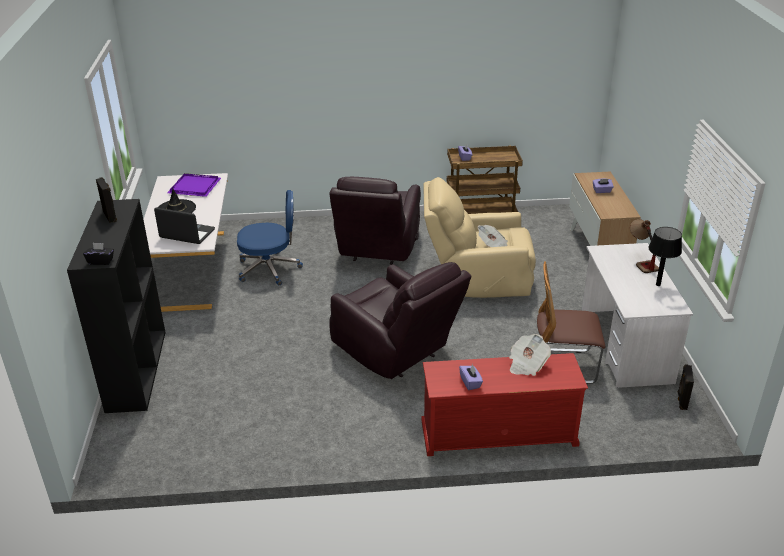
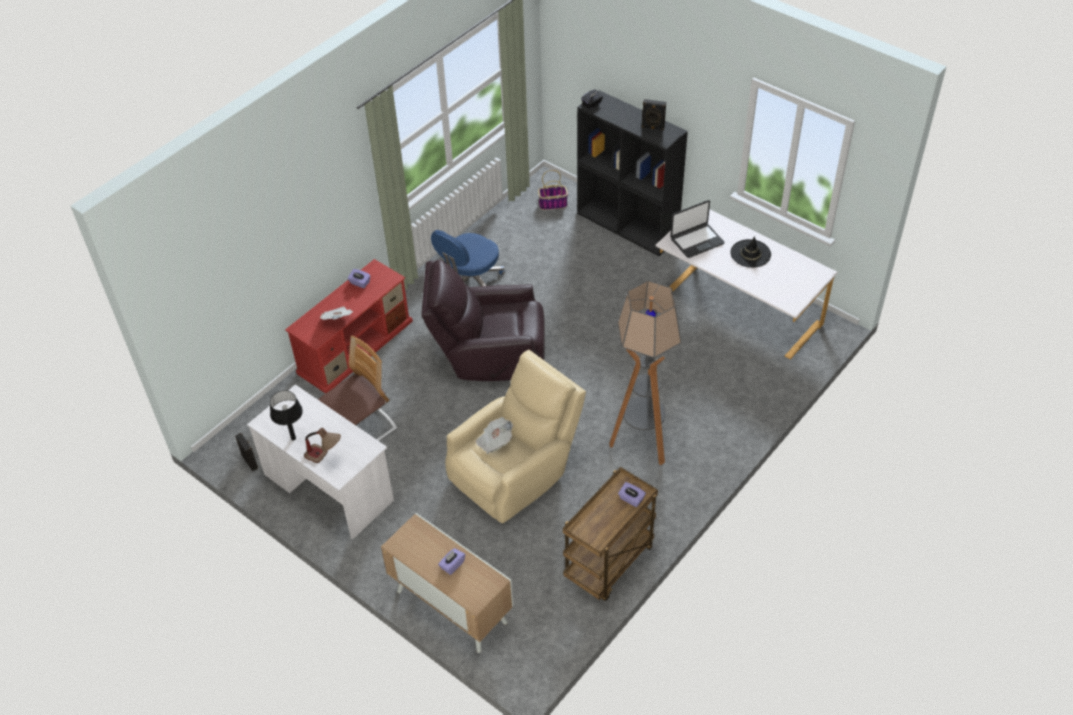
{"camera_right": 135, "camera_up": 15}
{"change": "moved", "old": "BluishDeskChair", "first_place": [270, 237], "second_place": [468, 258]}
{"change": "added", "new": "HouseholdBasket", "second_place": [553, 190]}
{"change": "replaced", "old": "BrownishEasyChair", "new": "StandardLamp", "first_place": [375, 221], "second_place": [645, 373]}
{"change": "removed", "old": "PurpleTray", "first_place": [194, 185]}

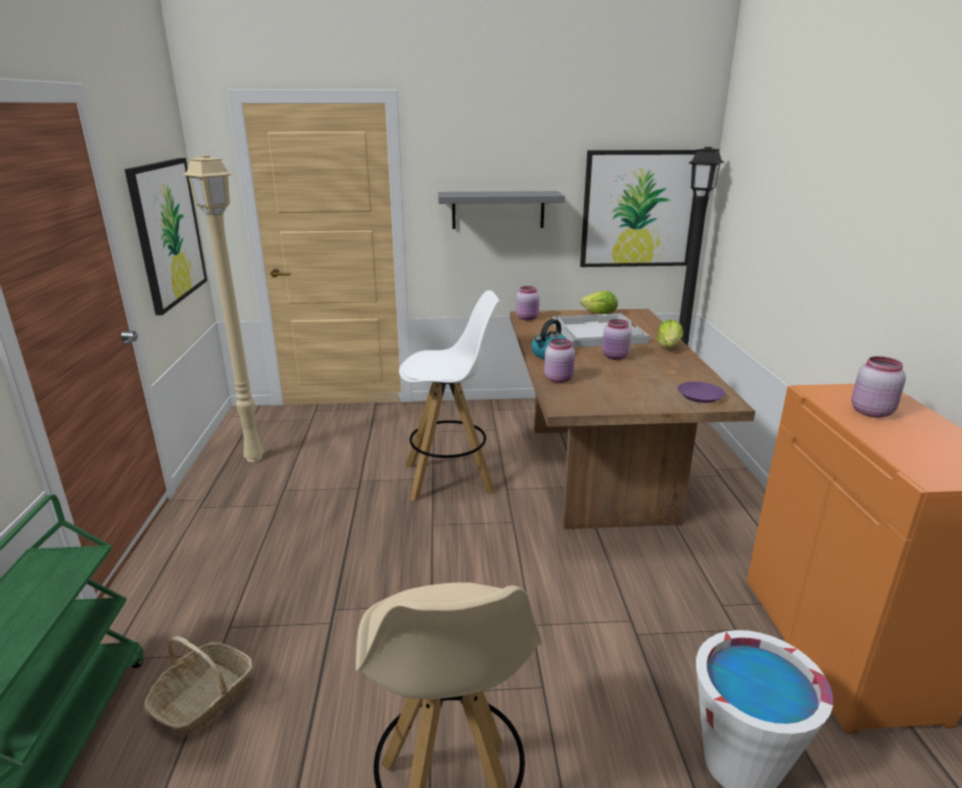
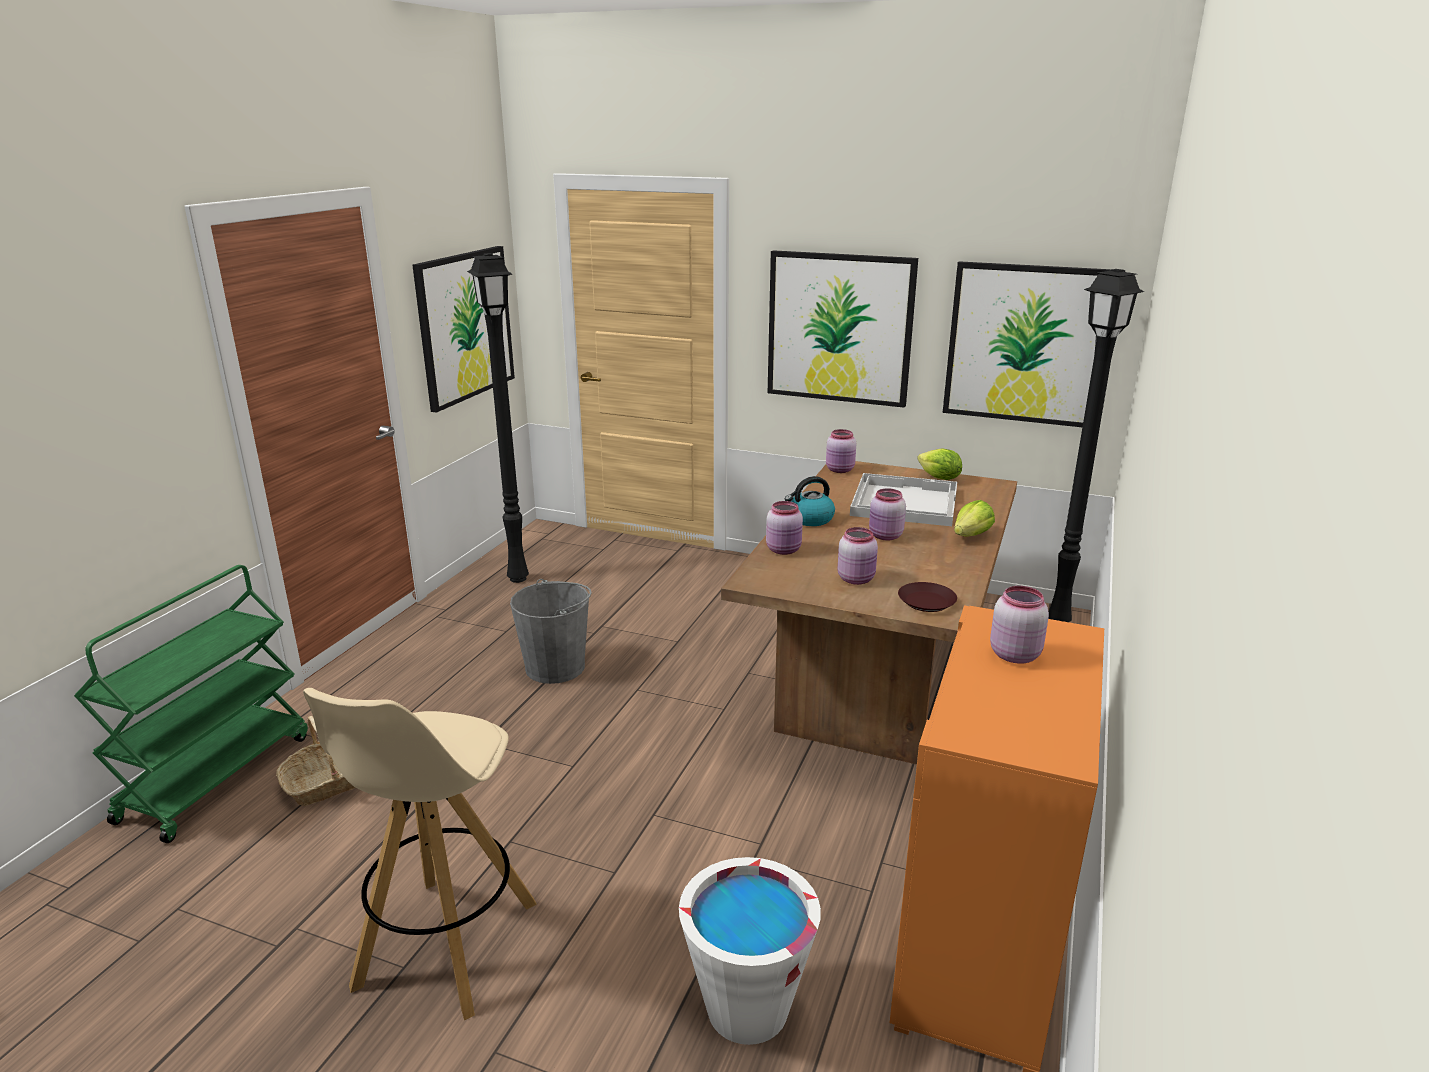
{"camera_right": 25, "camera_up": 0}
{"change": "recoloured", "old": "BeigeColouredStandardLamp", "new": "BlackStandardLamp", "first_place": [223, 308], "second_place": [498, 418]}
{"change": "added", "new": "GrayWaterBucket", "second_place": [551, 631]}
{"change": "replaced", "old": "GrayShelf", "new": "Picture", "first_place": [501, 210], "second_place": [843, 329]}
{"change": "added", "new": "PinkPreserveJar", "second_place": [858, 556]}
{"change": "recoloured", "old": "PurpleDinnerPlate", "new": "BrownishDinnerPlate", "first_place": [701, 392], "second_place": [927, 597]}
{"change": "removed", "old": "WhiteColouredSittingStool", "first_place": [449, 395]}

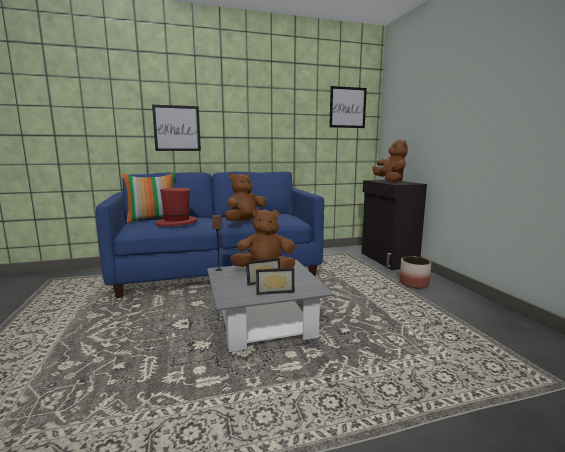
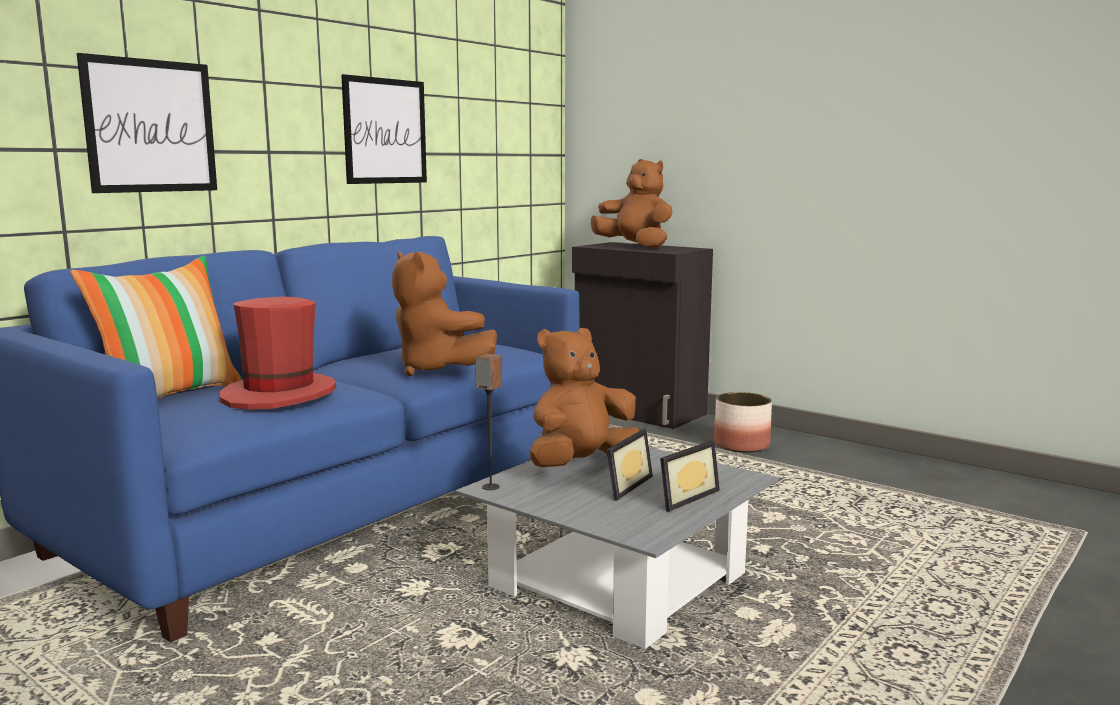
{"camera_right": -35, "camera_up": 0}
{"change": "moved", "old": "Picture", "first_place": [348, 107], "second_place": [384, 129]}
{"change": "turned", "old": "BrownishPlushToy", "first_place": [245, 197], "second_place": [444, 313], "degrees": -60}

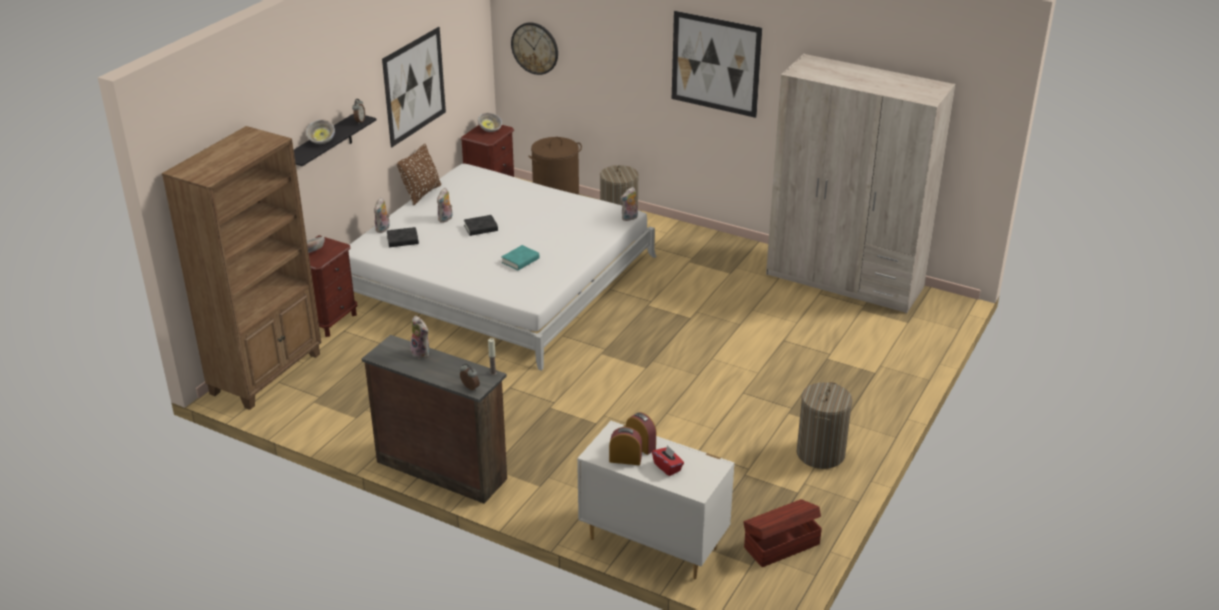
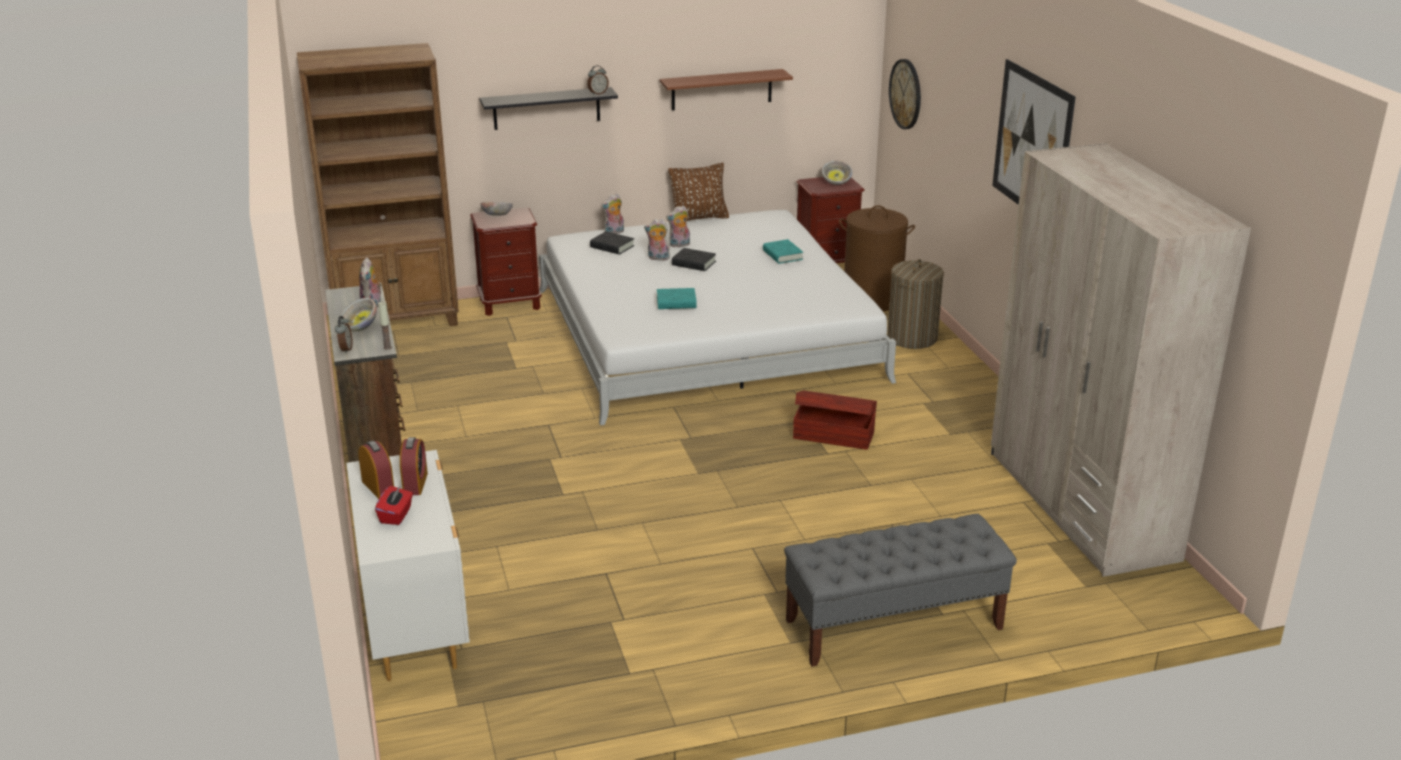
{"camera_right": 45, "camera_up": -5}
{"change": "moved", "old": "Bowl", "first_place": [320, 131], "second_place": [358, 314]}
{"change": "moved", "old": "PlushToy", "first_place": [629, 204], "second_place": [657, 240]}
{"change": "replaced", "old": "Picture", "new": "BrownishShelf", "first_place": [414, 87], "second_place": [726, 89]}
{"change": "added", "new": "BlueGreenBook", "second_place": [783, 251]}
{"change": "added", "new": "GrayBench", "second_place": [900, 590]}
{"change": "moved", "old": "BrownishStorageBox", "first_place": [782, 533], "second_place": [835, 420]}
{"change": "removed", "old": "Hamper", "first_place": [824, 425]}

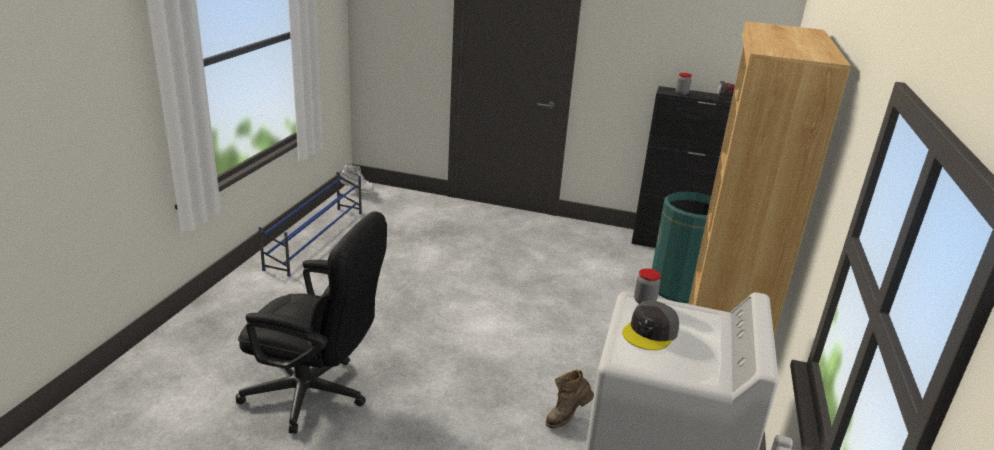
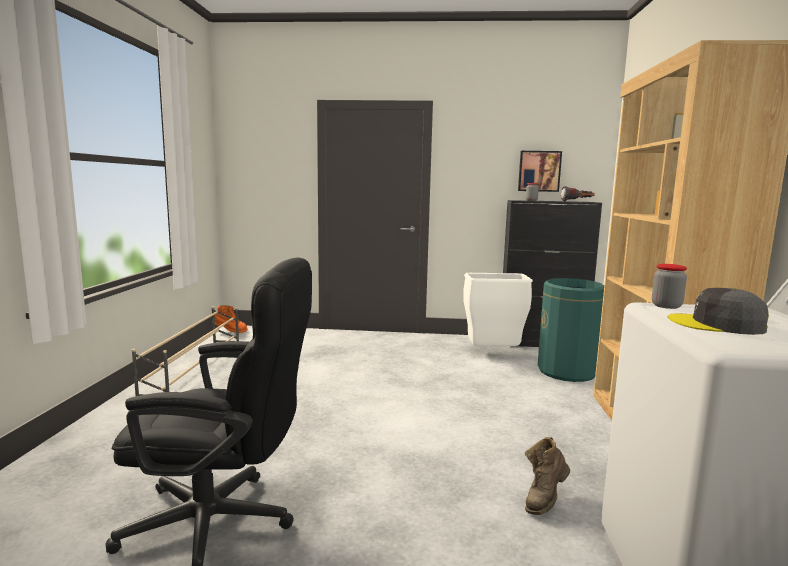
{"camera_right": -10, "camera_up": -15}
{"change": "recoloured", "old": "BluishShoeRack", "new": "BeigeColouredShoeRack", "first_place": [310, 224], "second_place": [185, 351]}
{"change": "recoloured", "old": "WhiteColouredHighTopBoot", "new": "OrangeHighTopBoot", "first_place": [357, 179], "second_place": [231, 319]}
{"change": "added", "new": "WhiteColouredTrashCan", "second_place": [498, 309]}
{"change": "added", "new": "Picture", "second_place": [540, 171]}
{"change": "turned", "old": "GrayBaseballCap", "first_place": [650, 325], "second_place": [718, 311], "degrees": 90}

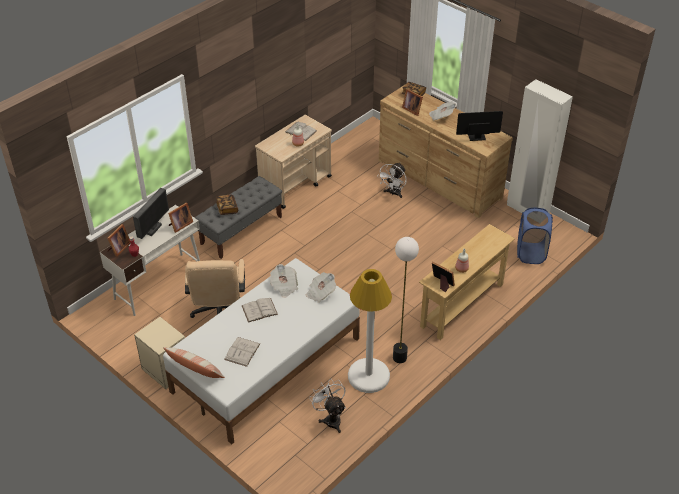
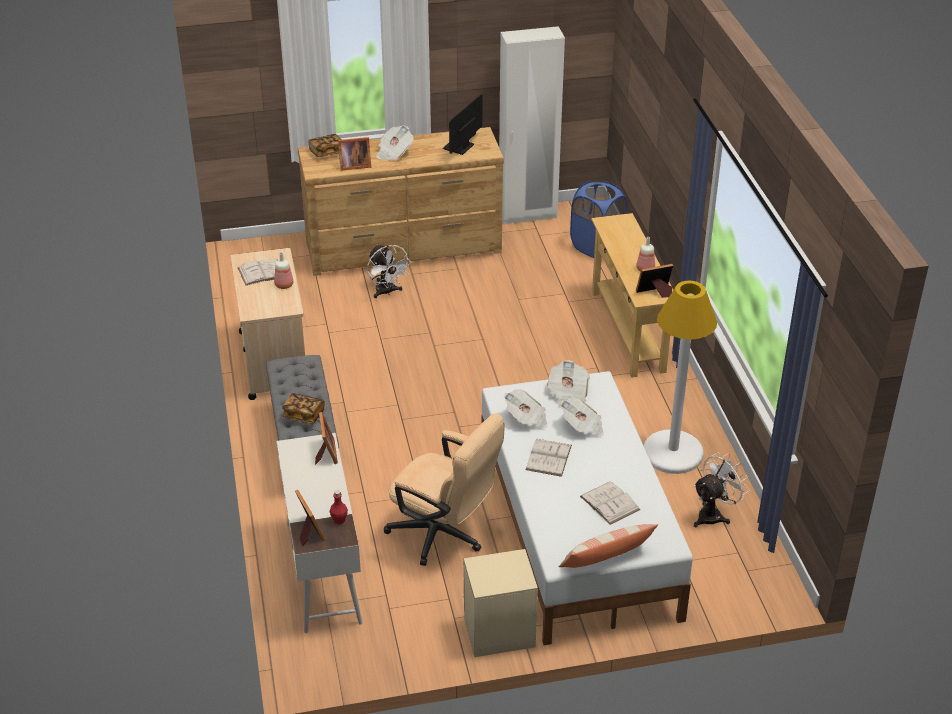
{"camera_right": -55, "camera_up": -5}
{"change": "added", "new": "DailyPaper", "second_place": [582, 416]}
{"change": "turned", "old": "WhiteColouredFan", "first_place": [327, 406], "second_place": [721, 490], "degrees": 135}
{"change": "removed", "old": "ComputerDisplay", "first_place": [151, 213]}
{"change": "removed", "old": "StandardLamp", "first_place": [406, 300]}

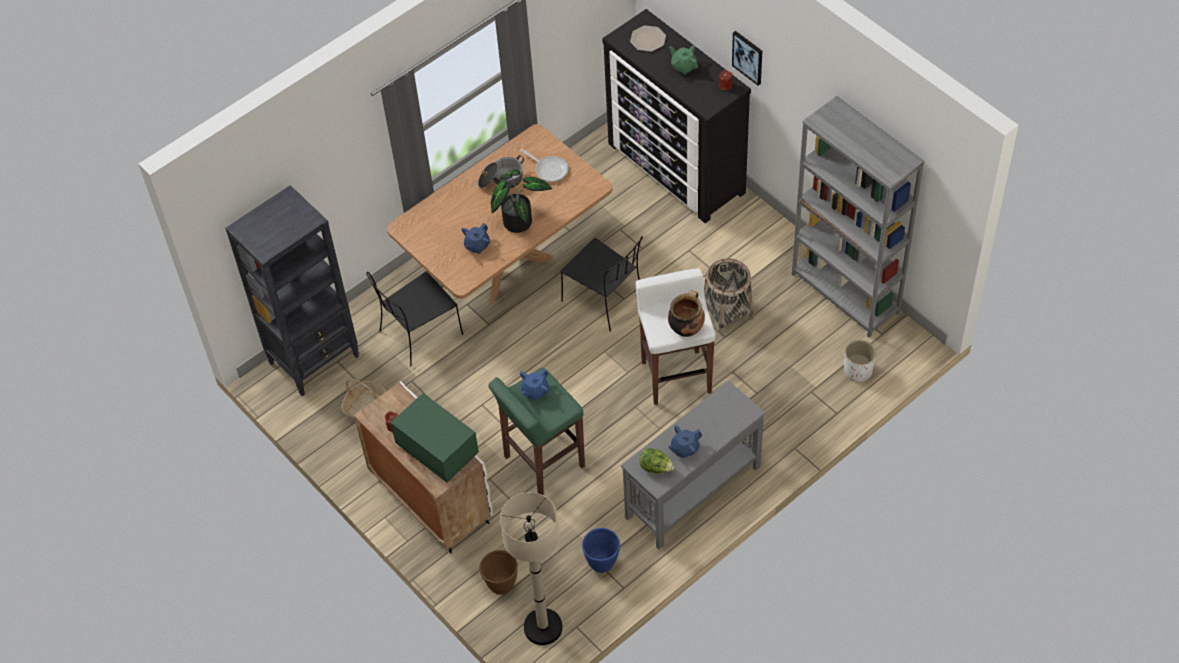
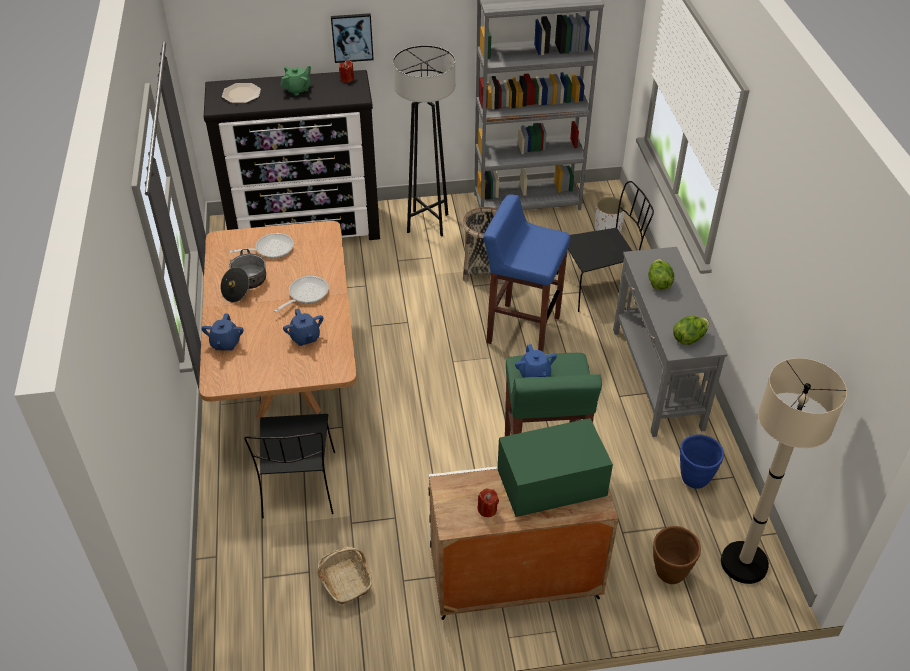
{"camera_right": -60, "camera_up": -10}
{"change": "moved", "old": "BluishTeaPot", "first_place": [685, 441], "second_place": [222, 332]}
{"change": "replaced", "old": "PottedPlant", "new": "FryingPan", "first_place": [521, 201], "second_place": [301, 294]}
{"change": "turned", "old": "GreenTeaPot", "first_place": [683, 59], "second_place": [295, 81], "degrees": 150}
{"change": "added", "new": "GrayStandardLamp", "second_place": [424, 141]}
{"change": "recoloured", "old": "WhiteColouredSittingStool", "new": "BluishSittingStool", "first_place": [675, 336], "second_place": [526, 273]}
{"change": "moved", "old": "BlackChair", "first_place": [601, 284], "second_place": [605, 246]}
{"change": "added", "new": "Lettuce", "second_place": [661, 274]}
{"change": "removed", "old": "BlackShelvingUnit", "first_place": [292, 290]}
{"change": "removed", "old": "Stockpot", "first_place": [686, 313]}

